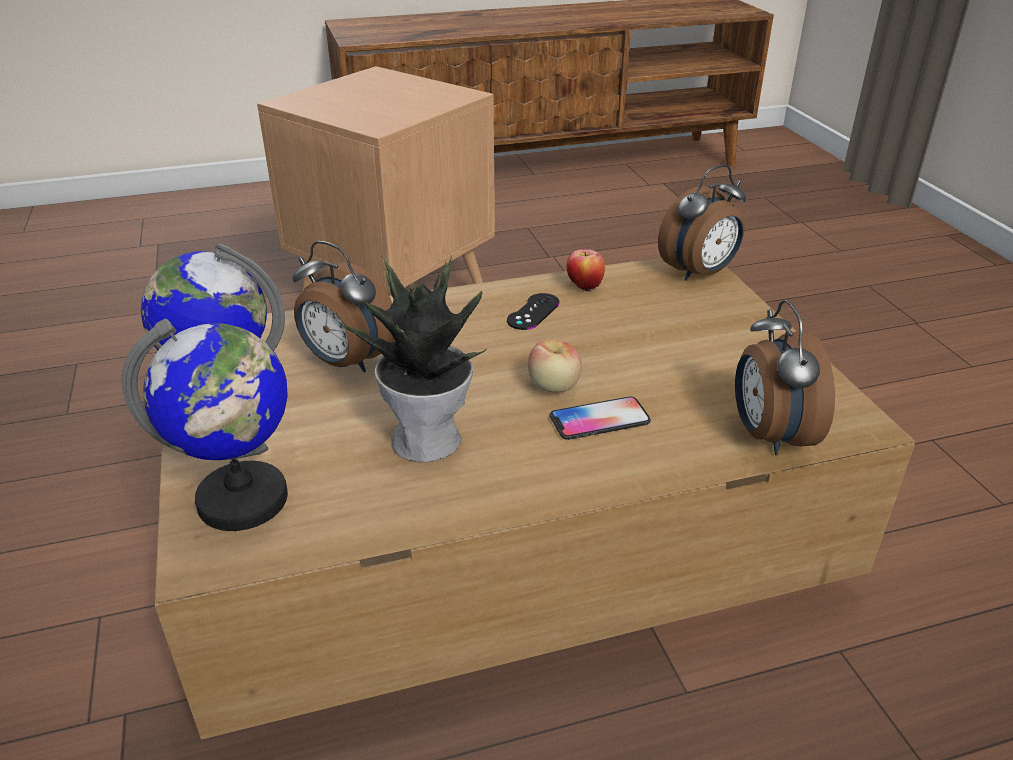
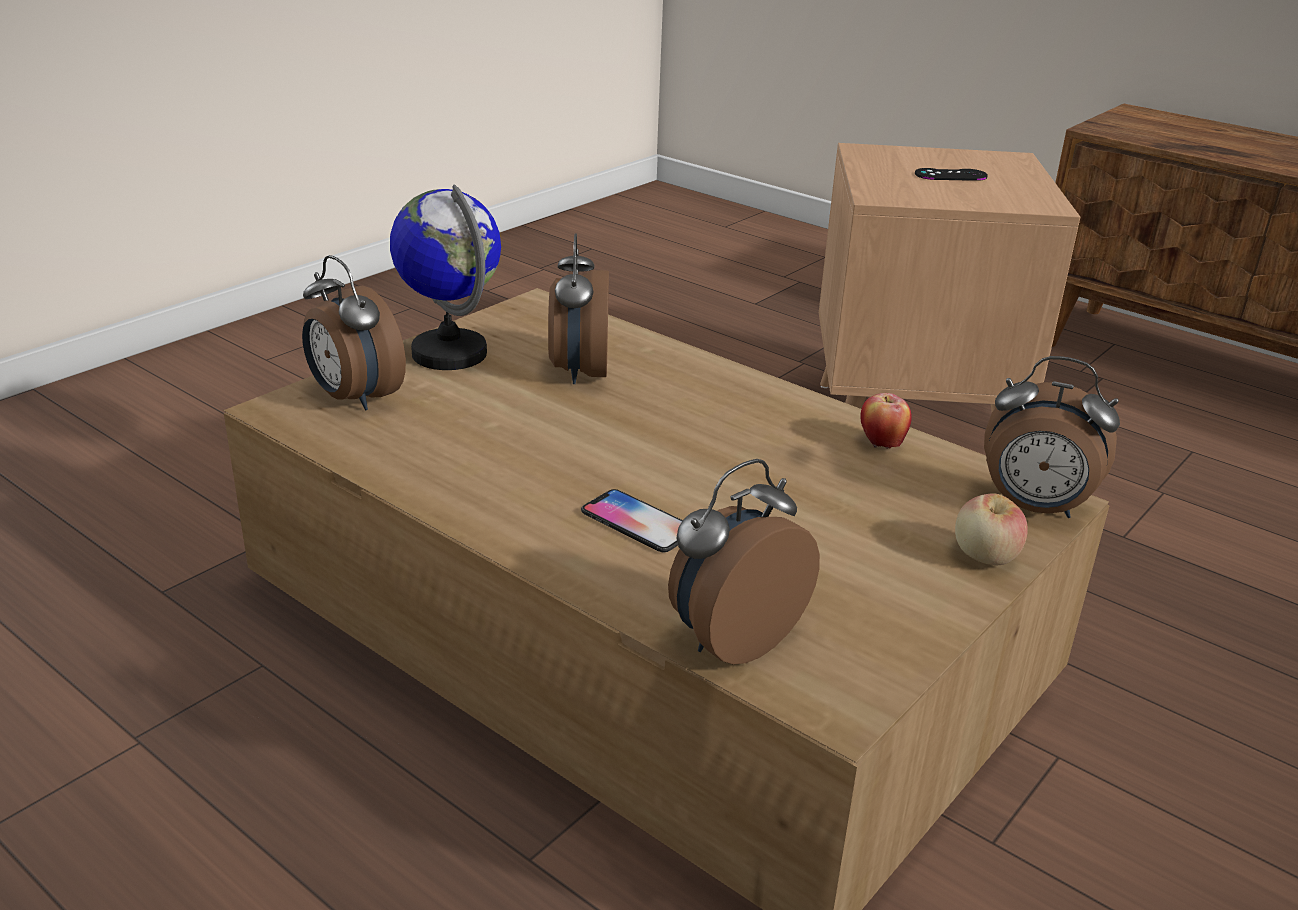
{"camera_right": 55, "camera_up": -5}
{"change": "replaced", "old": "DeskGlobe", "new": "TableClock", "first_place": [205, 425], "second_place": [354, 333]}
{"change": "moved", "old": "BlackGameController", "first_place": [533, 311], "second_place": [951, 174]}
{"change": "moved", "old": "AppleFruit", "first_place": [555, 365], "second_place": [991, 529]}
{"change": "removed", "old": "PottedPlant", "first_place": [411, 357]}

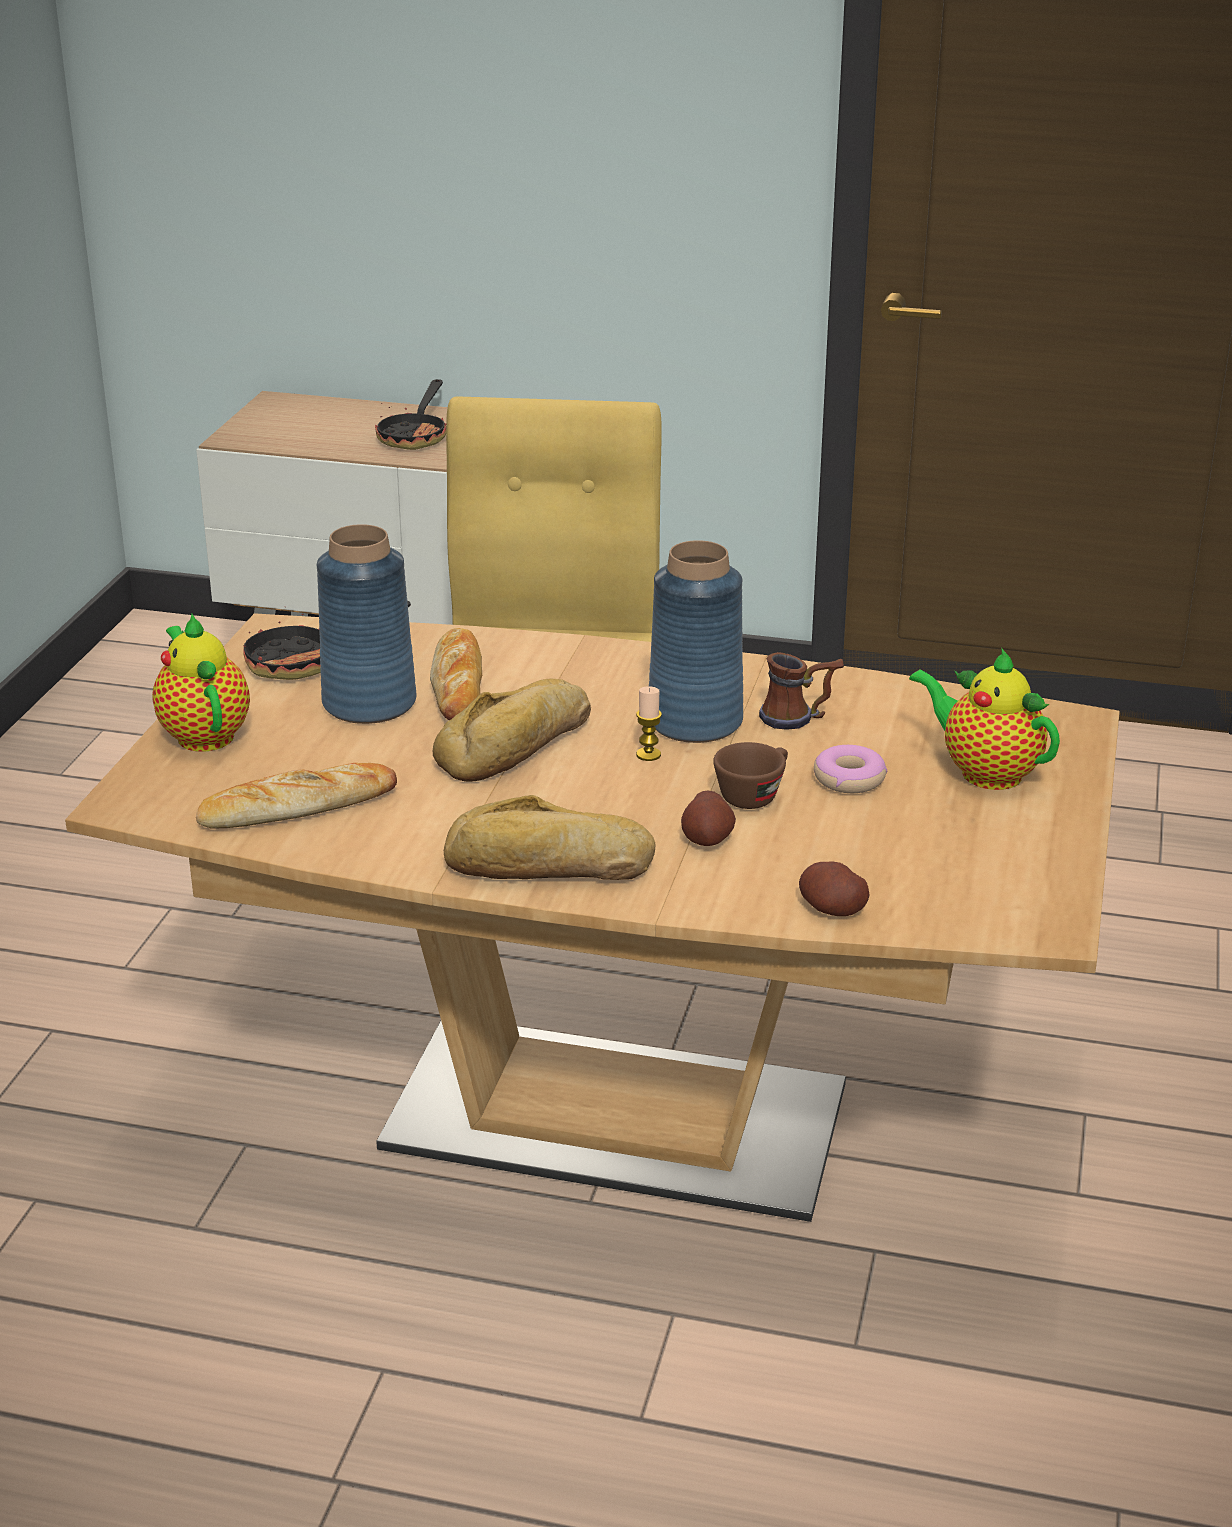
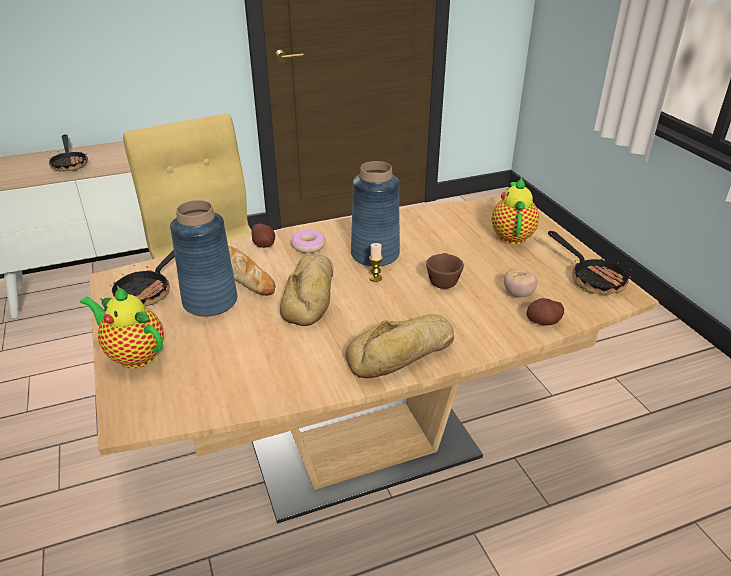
{"camera_right": -35, "camera_up": 5}
{"change": "moved", "old": "Spud", "first_place": [708, 818], "second_place": [263, 236]}
{"change": "moved", "old": "Doughnut", "first_place": [850, 769], "second_place": [308, 241]}
{"change": "turned", "old": "TeaPot", "first_place": [984, 719], "second_place": [515, 211], "degrees": 90}
{"change": "added", "new": "FreshTomato", "second_place": [520, 282]}
{"change": "added", "new": "FryingPan", "second_place": [589, 262]}
{"change": "removed", "old": "Bread", "first_place": [296, 796]}
{"change": "removed", "old": "CoffeeMug", "first_place": [801, 691]}

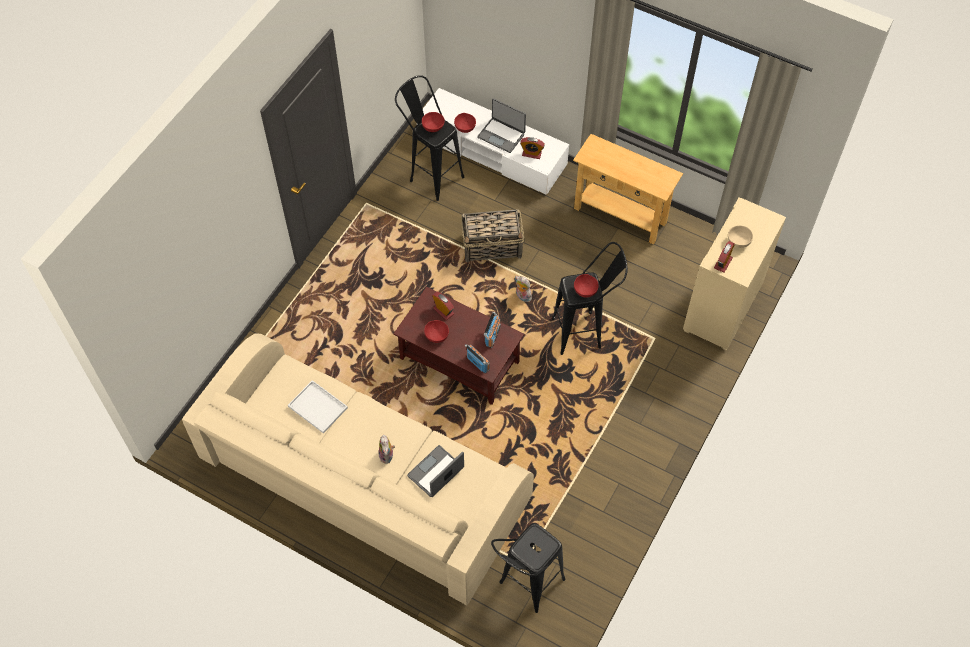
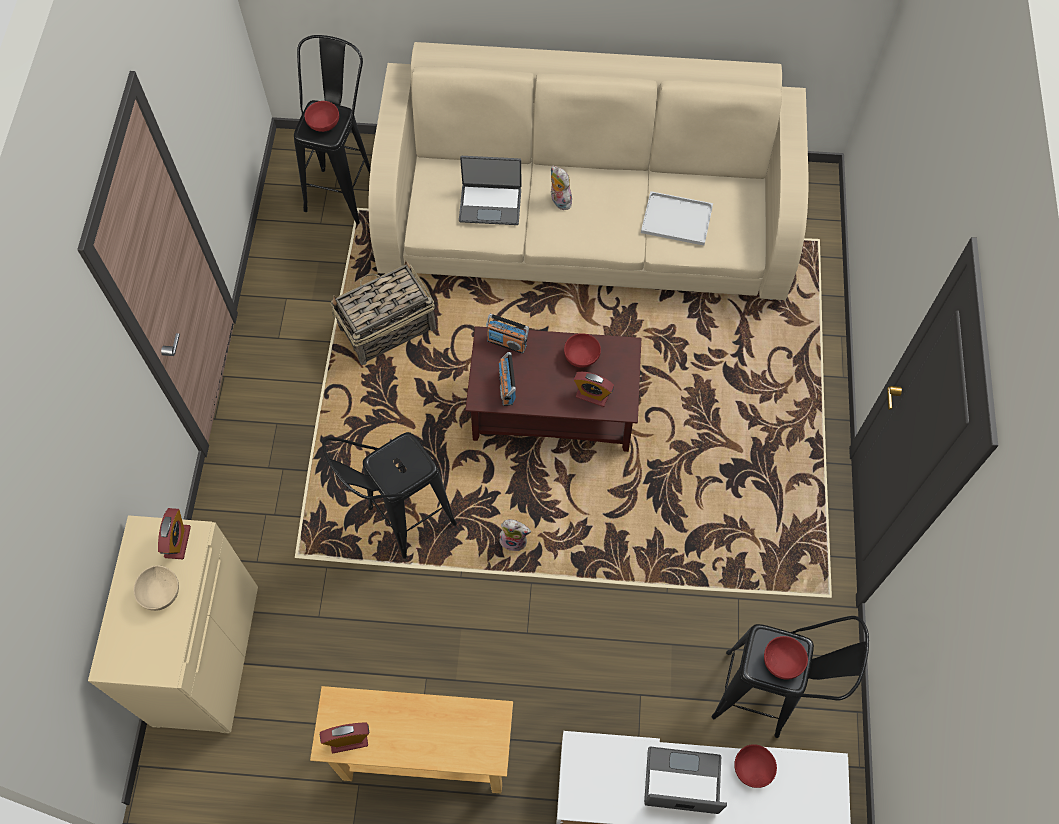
{"camera_right": 155, "camera_up": 5}
{"change": "moved", "old": "ReddishBowl", "first_place": [586, 286], "second_place": [321, 116]}
{"change": "moved", "old": "TableClock", "first_place": [532, 148], "second_place": [344, 737]}
{"change": "moved", "old": "HouseholdBasket", "first_place": [493, 236], "second_place": [383, 313]}
{"change": "turned", "old": "Laptop", "first_place": [435, 471], "second_place": [490, 190], "degrees": 75}

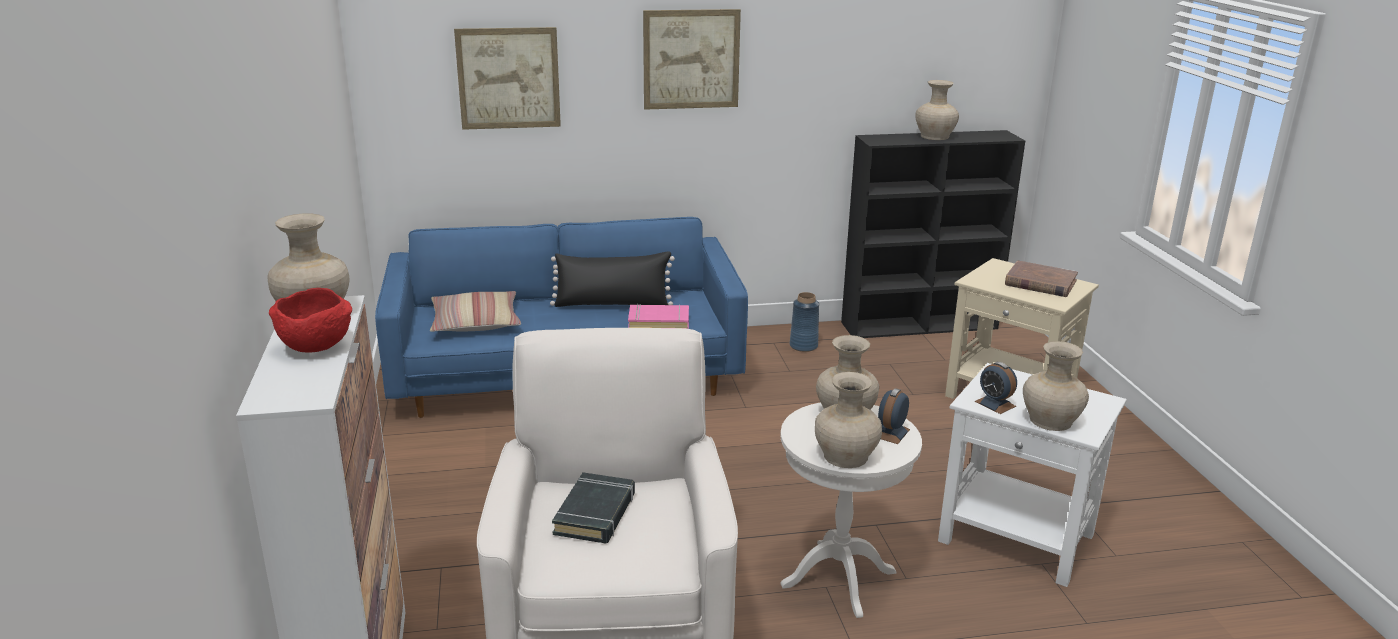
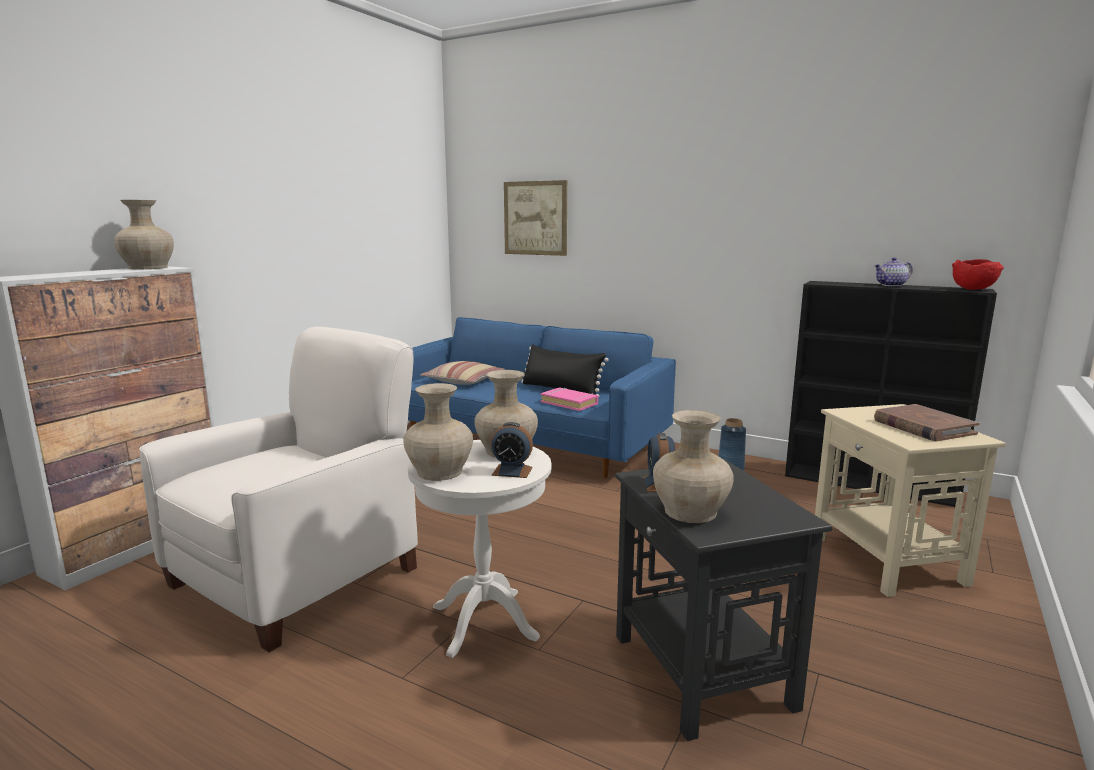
{"camera_right": 40, "camera_up": -10}
{"change": "turned", "old": "TableClock", "first_place": [894, 416], "second_place": [512, 450], "degrees": -150}
{"change": "recoloured", "old": "WhiteColouredAccentTable", "new": "BlackAccentTable", "first_place": [1032, 475], "second_place": [724, 600]}
{"change": "replaced", "old": "BeigeColouredFlowerVase", "new": "TeaPot", "first_place": [937, 110], "second_place": [893, 271]}
{"change": "moved", "old": "ReddishBowl", "first_place": [310, 320], "second_place": [978, 274]}
{"change": "removed", "old": "BlackBook", "first_place": [593, 507]}
{"change": "removed", "old": "Picture", "first_place": [692, 59]}

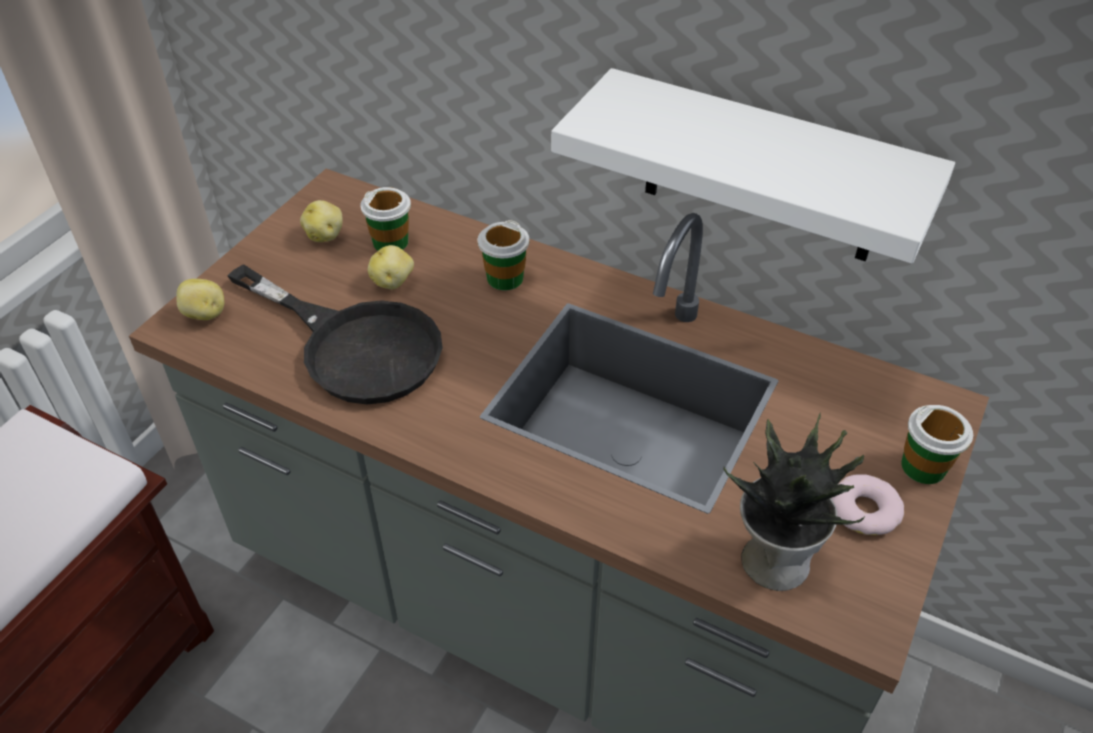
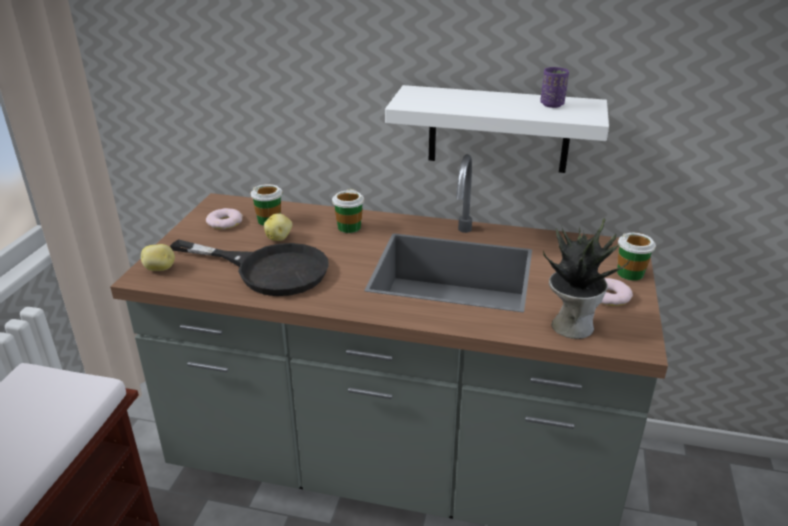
{"camera_right": -15, "camera_up": -15}
{"change": "replaced", "old": "Spud", "new": "Doughnut", "first_place": [321, 221], "second_place": [224, 218]}
{"change": "added", "new": "PurpleCup", "second_place": [554, 87]}

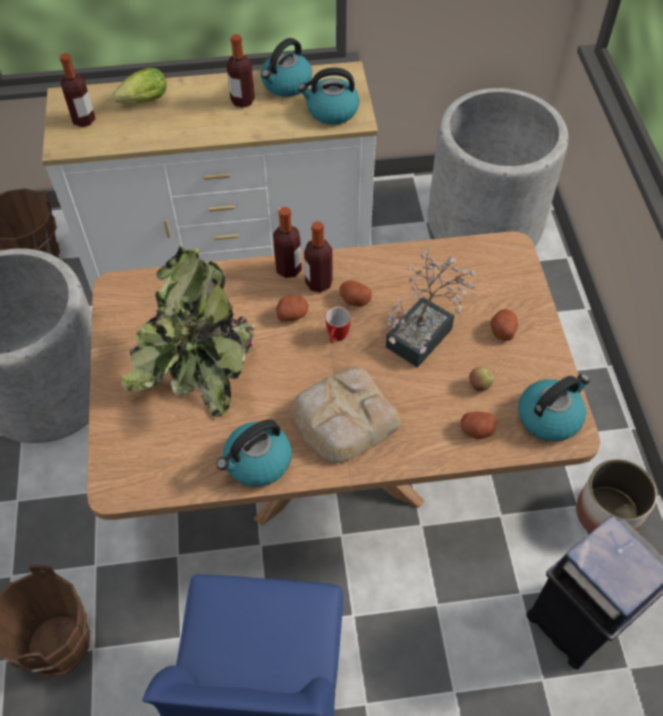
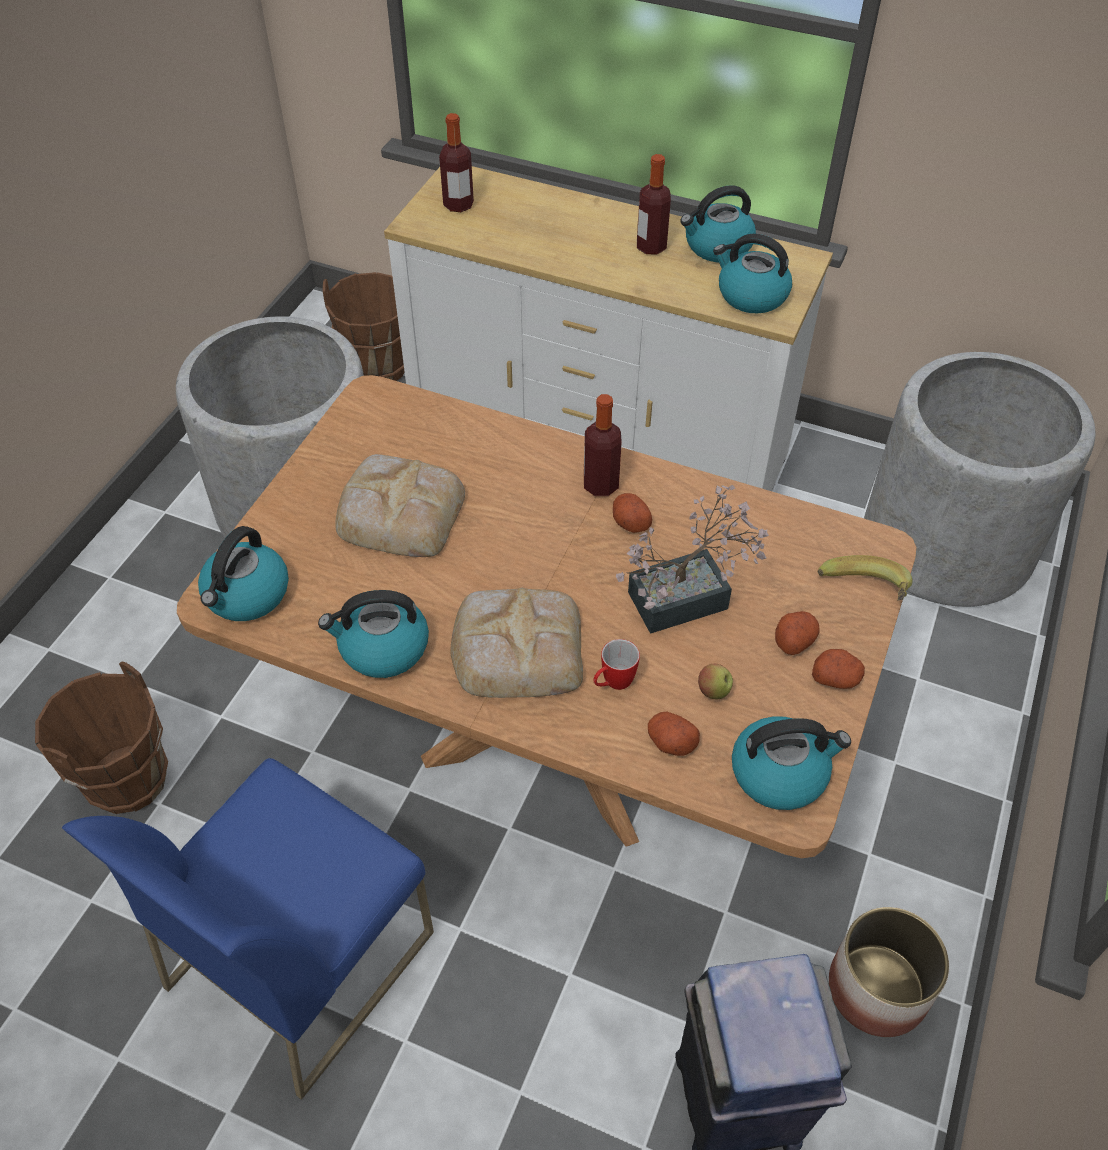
{"camera_right": 30, "camera_up": -5}
{"change": "added", "new": "TeaKettle", "second_place": [243, 573]}
{"change": "replaced", "old": "PottedPlant", "new": "Bread", "first_place": [188, 331], "second_place": [400, 505]}
{"change": "moved", "old": "CoffeeMug", "first_place": [338, 325], "second_place": [616, 664]}
{"change": "moved", "old": "Spud", "first_place": [292, 308], "second_place": [838, 669]}
{"change": "added", "new": "BananaFruit", "second_place": [865, 578]}
{"change": "removed", "old": "Lettuce", "first_place": [140, 86]}
{"change": "removed", "old": "Bottle", "first_place": [287, 242]}

